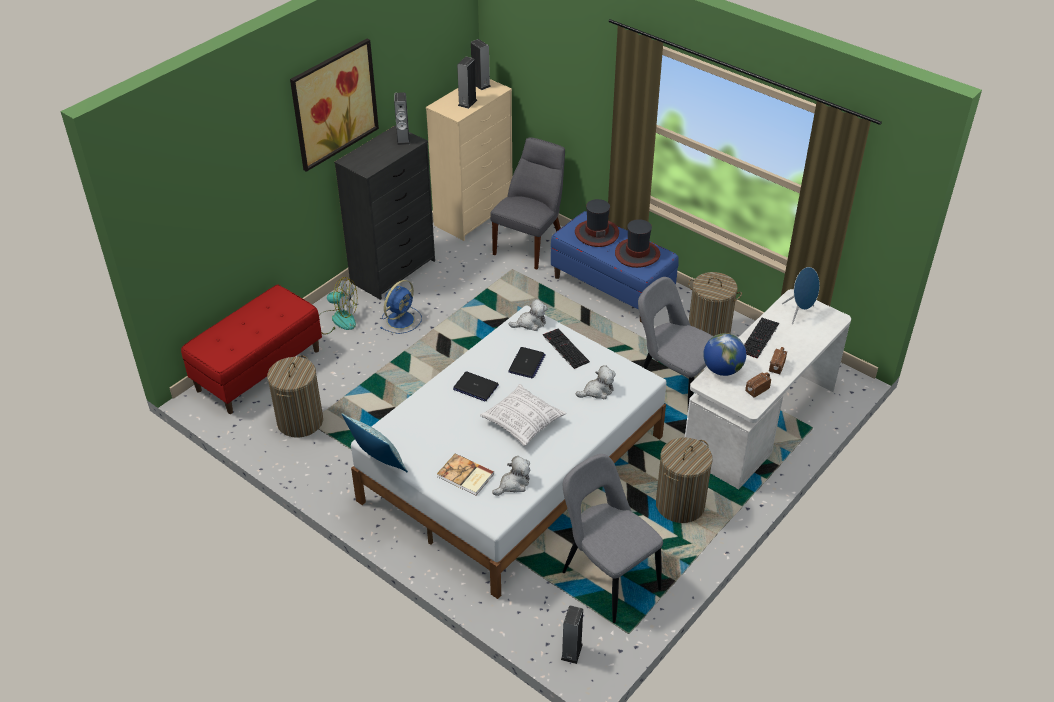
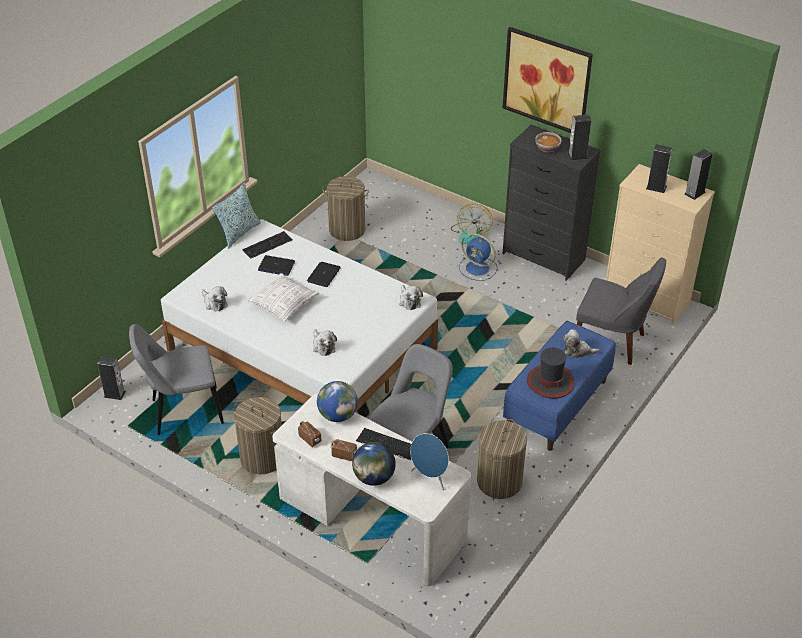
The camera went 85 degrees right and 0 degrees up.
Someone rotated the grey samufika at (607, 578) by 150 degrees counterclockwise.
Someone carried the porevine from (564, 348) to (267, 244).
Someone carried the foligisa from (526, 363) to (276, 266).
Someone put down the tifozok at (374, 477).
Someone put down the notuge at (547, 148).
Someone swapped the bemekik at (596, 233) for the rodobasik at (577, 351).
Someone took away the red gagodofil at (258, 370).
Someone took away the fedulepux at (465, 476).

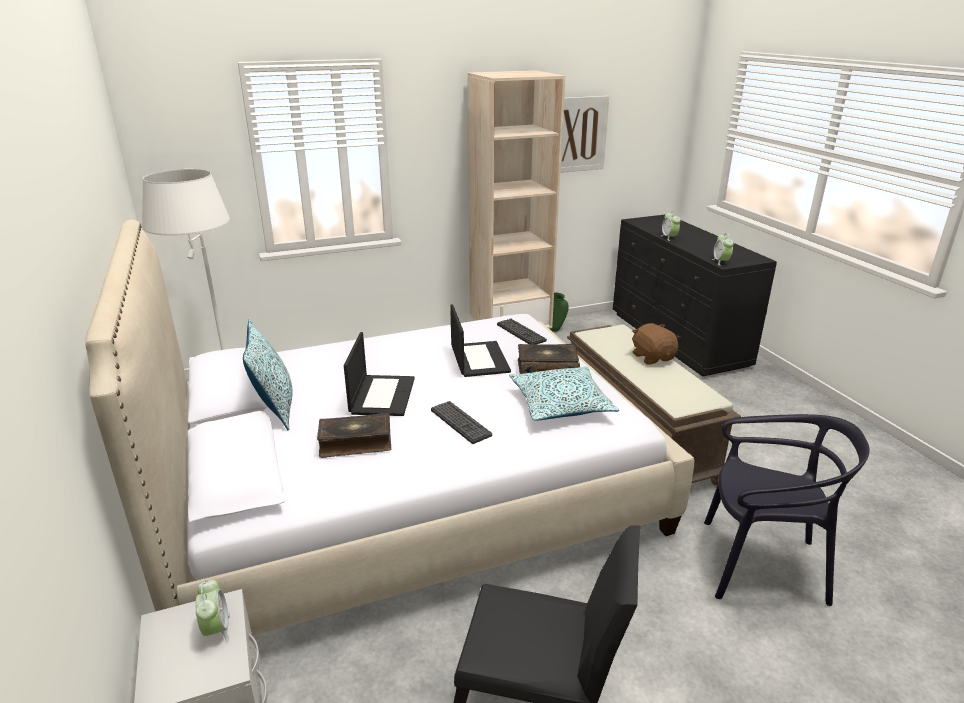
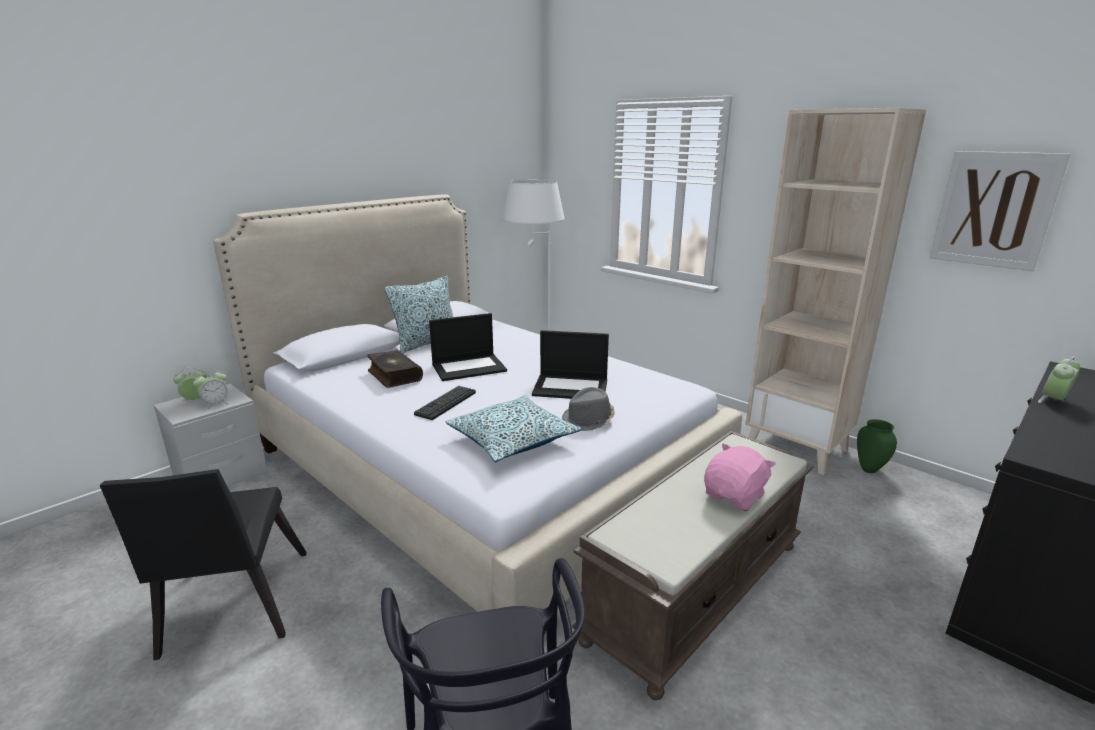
The camera went 65 degrees right and 5 degrees down.
Someone carried the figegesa from (721, 262) to (196, 400).
Someone rotated the foligisa at (478, 359) by 45 degrees clockwise.
Someone swapped the fedulepux at (547, 367) for the grey bemekik at (589, 420).
Someone repainted the brown rodobasik at (652, 357), which became the pink rodobasik at (735, 496).
Someone took away the porevine at (521, 332).

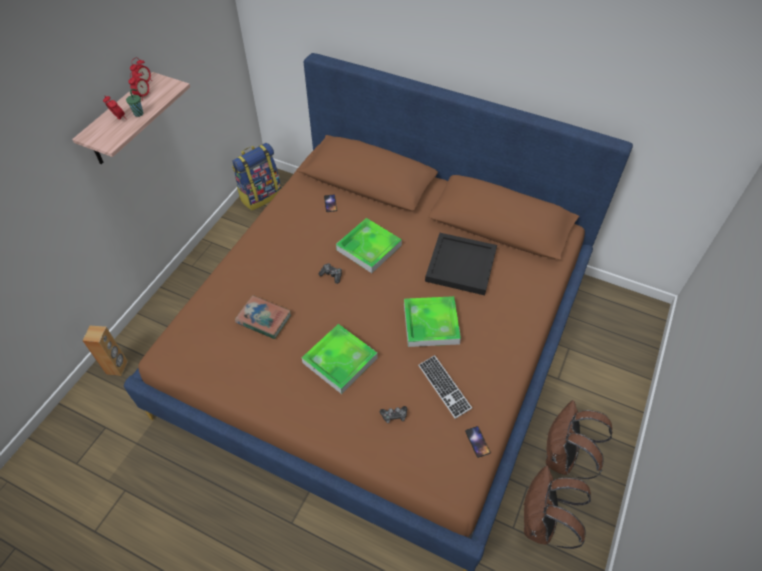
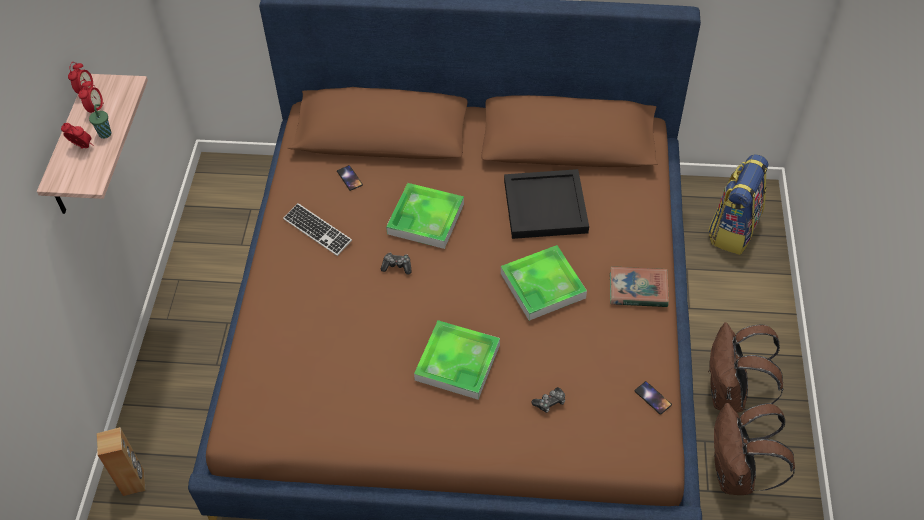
The camera went 20 degrees left and 0 degrees up.
Someone carried the porevine from (444, 387) to (317, 230).
Someone carried the fedulepux from (263, 319) to (638, 290).
Someone carried the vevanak from (261, 196) to (733, 230).

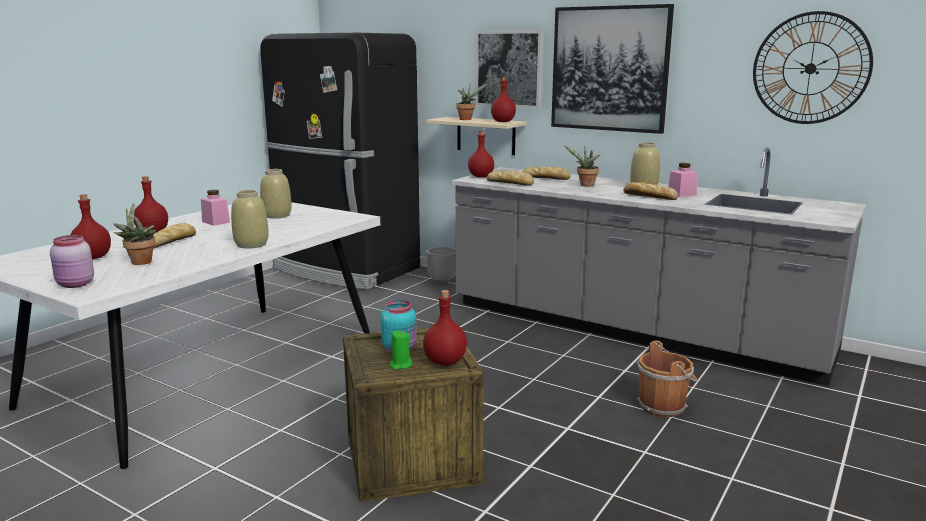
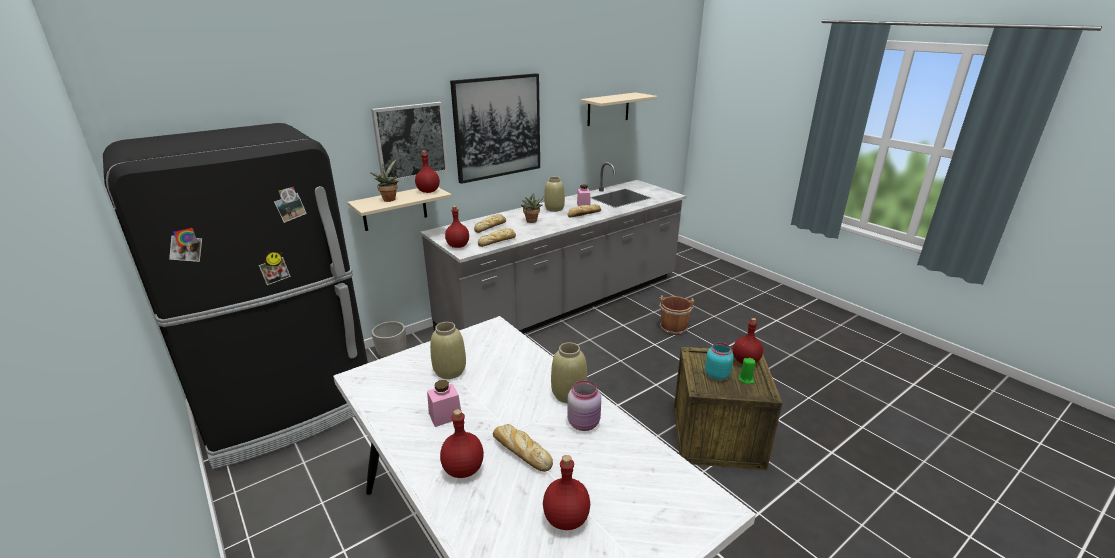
The camera went 70 degrees left and 10 degrees up.
Someone carried the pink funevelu from (75, 284) to (584, 423).
Someone swapped the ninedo at (810, 68) for the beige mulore at (608, 109).
Someone took away the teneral at (140, 262).

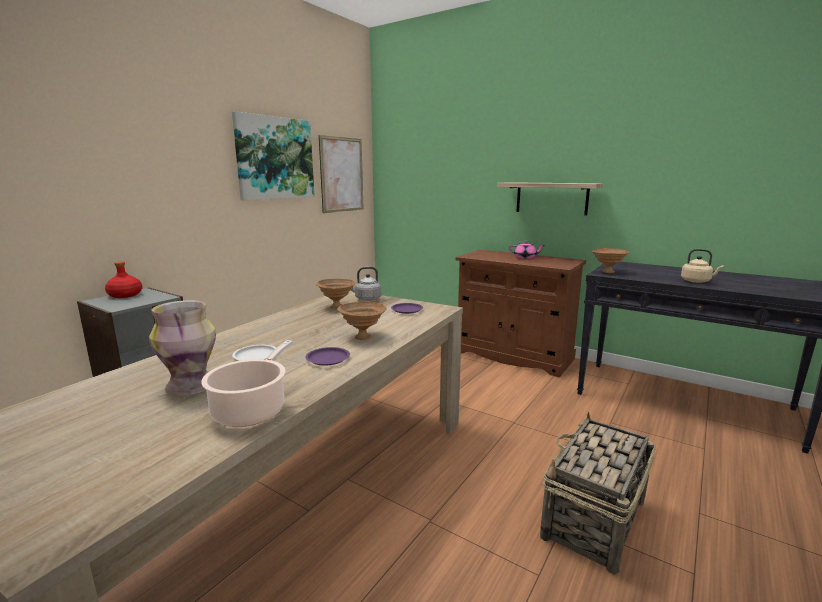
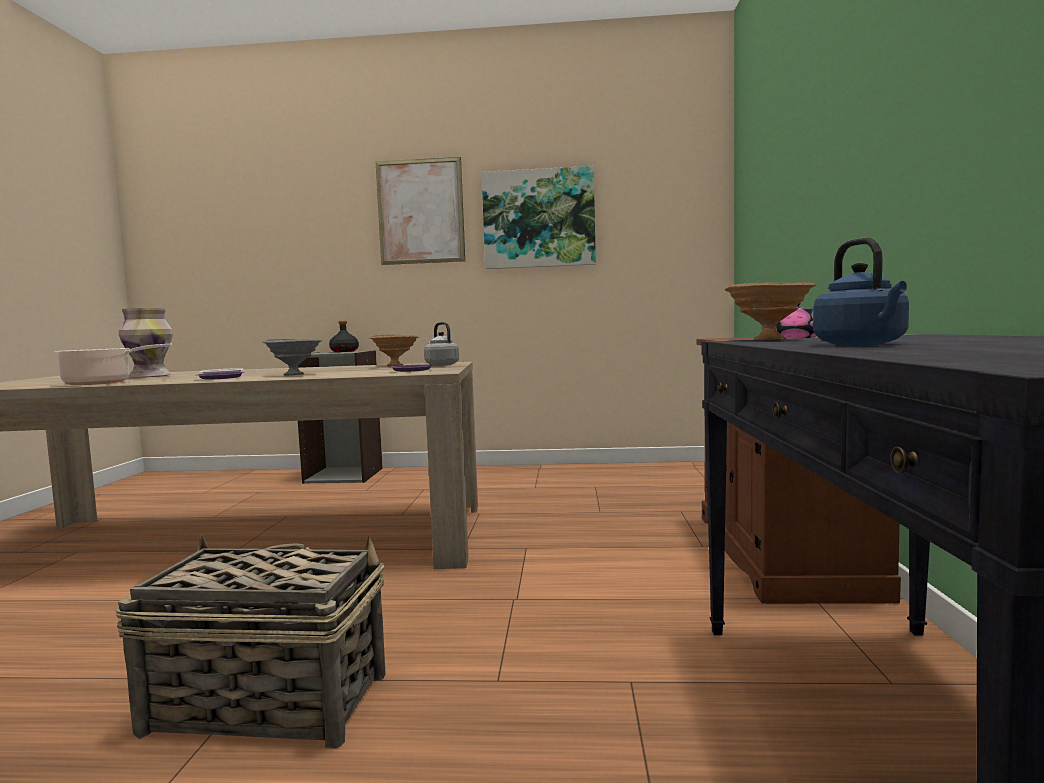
The camera went 60 degrees right and 10 degrees down.
Someone repainted the brown notuge at (362, 336), which became the grey notuge at (295, 375).
Someone repainted the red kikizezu at (125, 295), which became the black kikizezu at (344, 351).
Someone carried the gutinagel from (342, 175) to (420, 211).
Someone repainted the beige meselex at (697, 281), which became the blue meselex at (862, 344).
Someone took away the mulore at (551, 198).

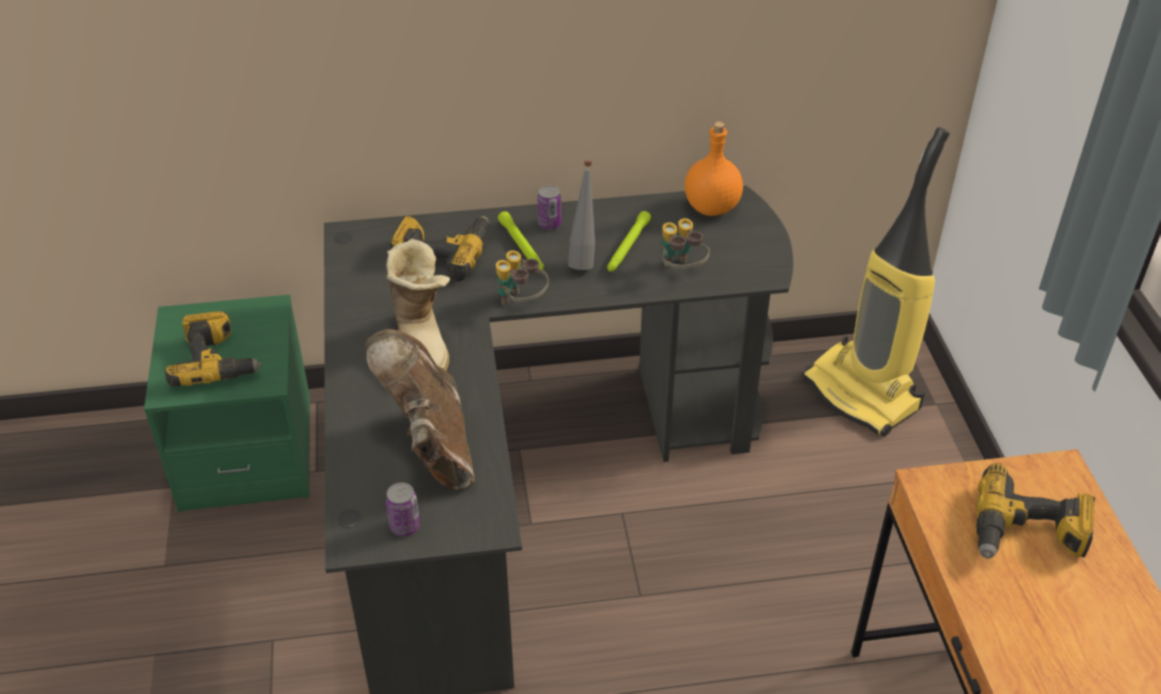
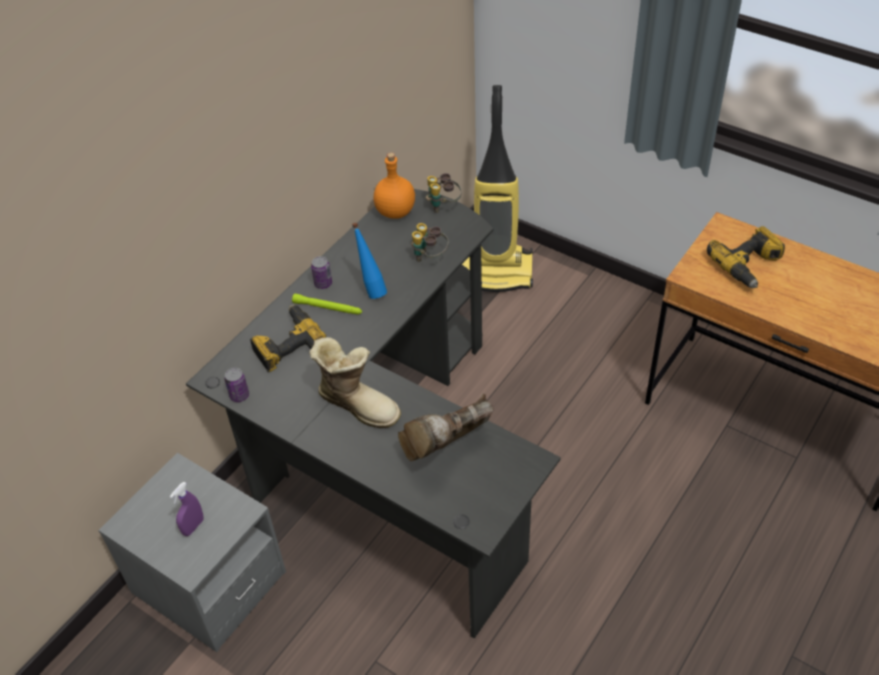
The camera went 45 degrees left and 5 degrees up.
Someone repainted the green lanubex at (247, 453), which became the grey lanubex at (209, 583).
Someone swapped the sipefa at (217, 361) for the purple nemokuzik at (193, 526).
Someone carried the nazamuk from (405, 526) to (239, 395).
Someone repainted the grey kikizezu at (583, 259), which became the blue kikizezu at (371, 290).
Someone rotated the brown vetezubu at (431, 446) by 60 degrees counterclockwise.
Someone carried the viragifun from (521, 303) to (443, 205).
Someone took away the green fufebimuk at (627, 247).

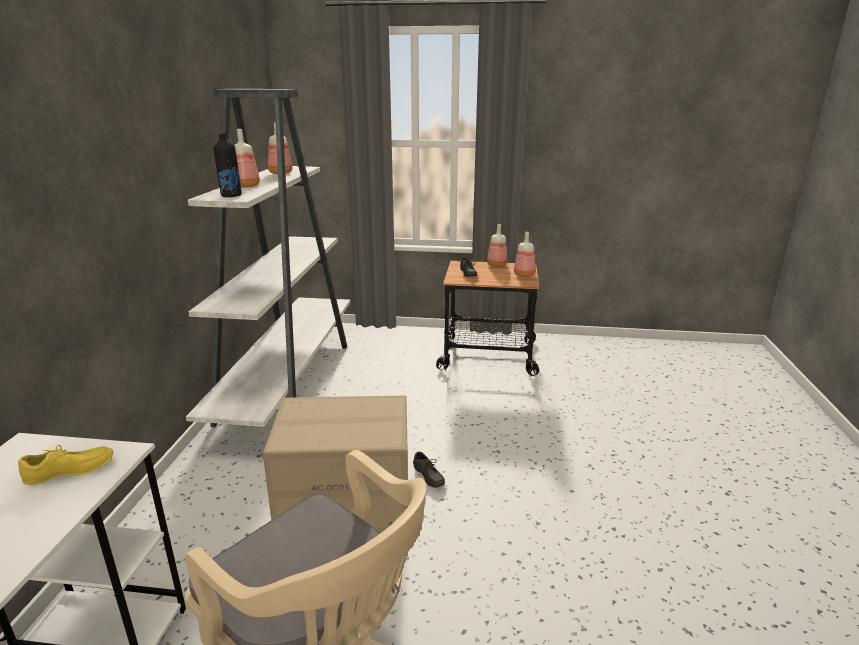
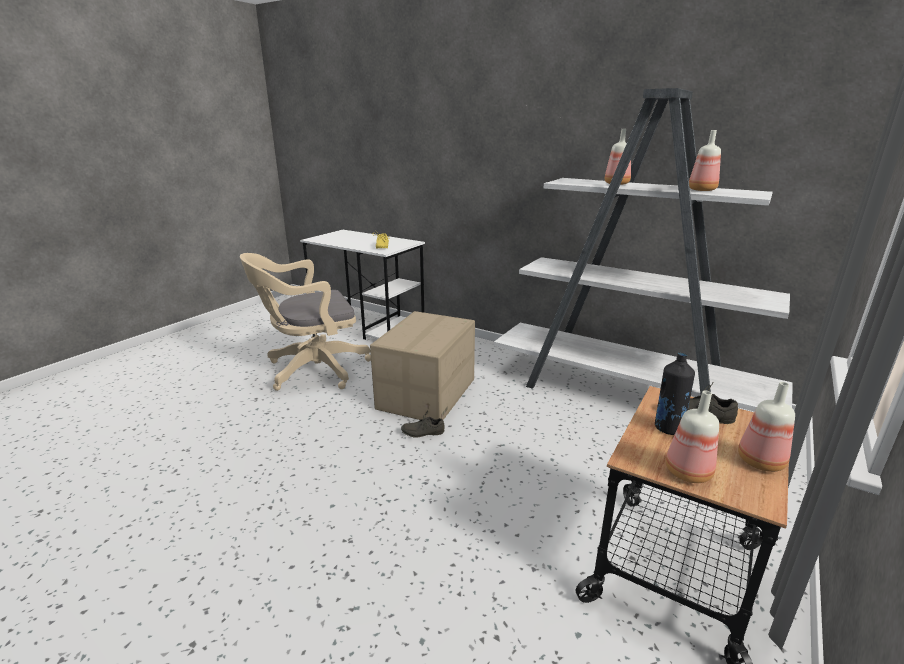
The camera went 115 degrees right and 0 degrees up.
Someone carried the black kikizezu from (231, 195) to (668, 428).

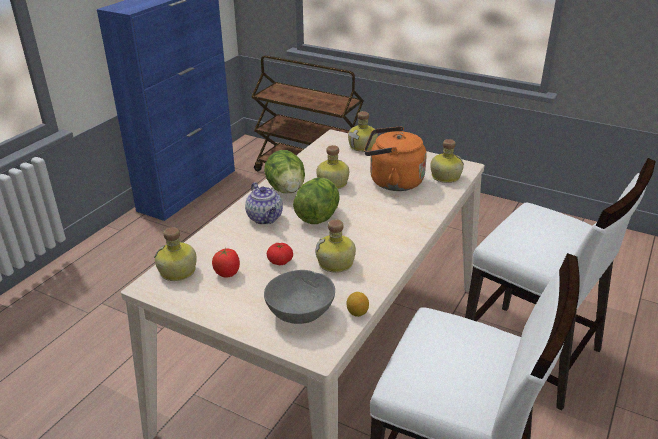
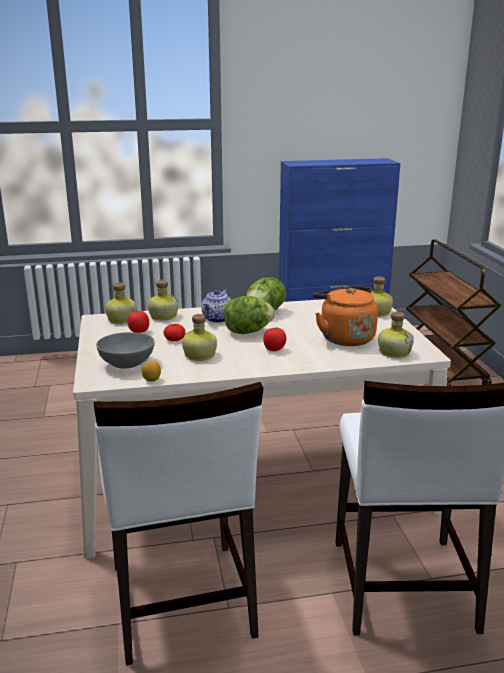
The camera went 50 degrees right and 10 degrees down.
Someone carried the kikizezu from (332, 183) to (162, 316).
Someone put down the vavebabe at (274, 349).

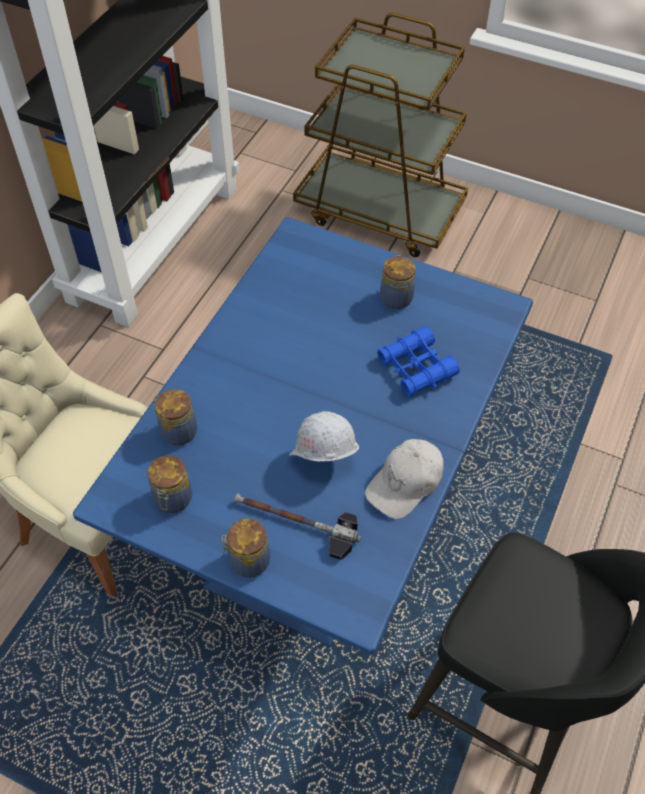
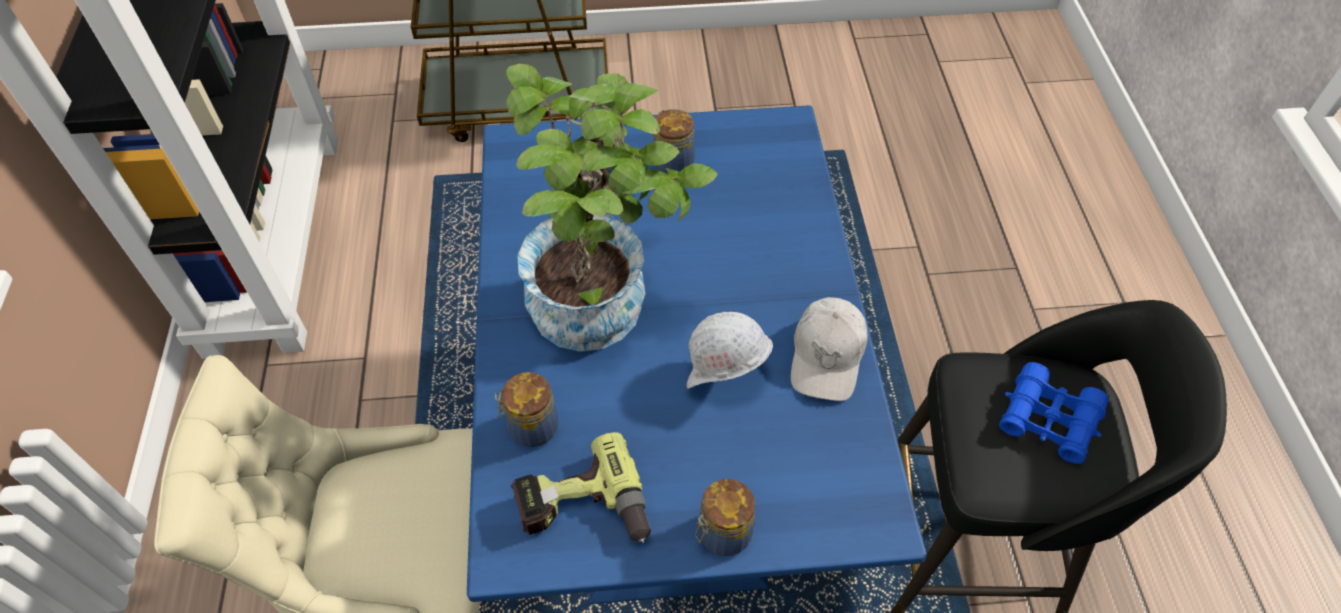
The camera went 30 degrees left and 0 degrees up.
Someone put down the teneral at (605, 303).
Someone swapped the funevelu at (172, 500) for the sipefa at (583, 511).
Someone carried the blue viragifun from (416, 368) to (1048, 420).
Someone took away the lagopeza at (295, 523).

